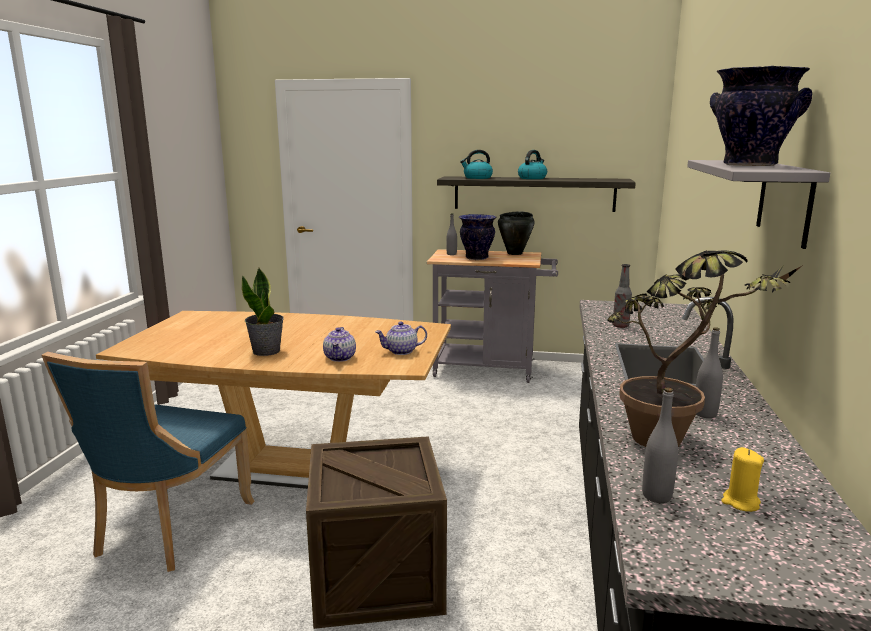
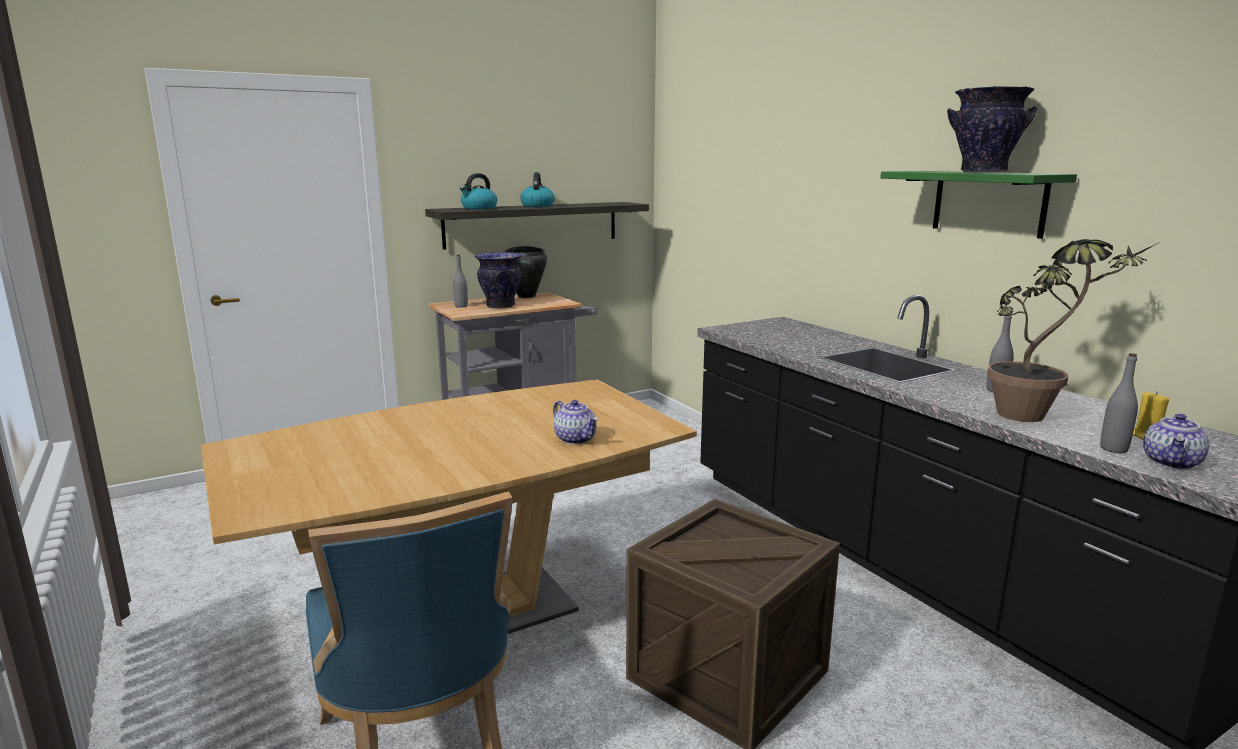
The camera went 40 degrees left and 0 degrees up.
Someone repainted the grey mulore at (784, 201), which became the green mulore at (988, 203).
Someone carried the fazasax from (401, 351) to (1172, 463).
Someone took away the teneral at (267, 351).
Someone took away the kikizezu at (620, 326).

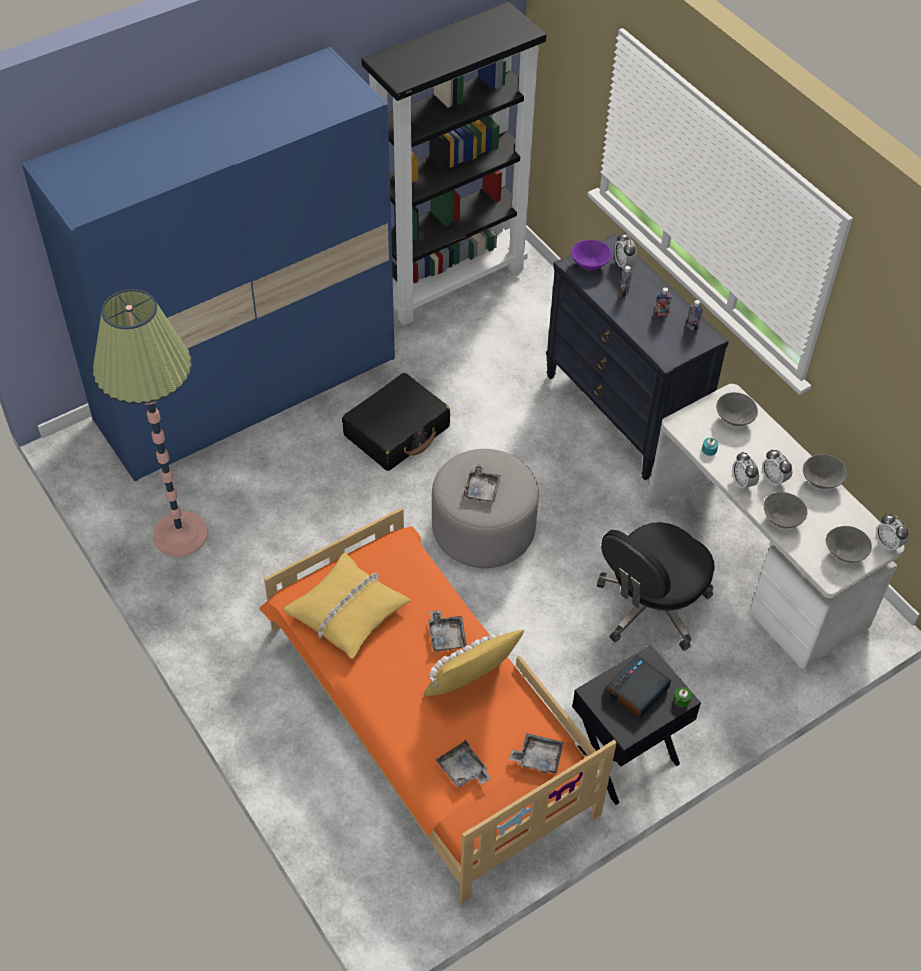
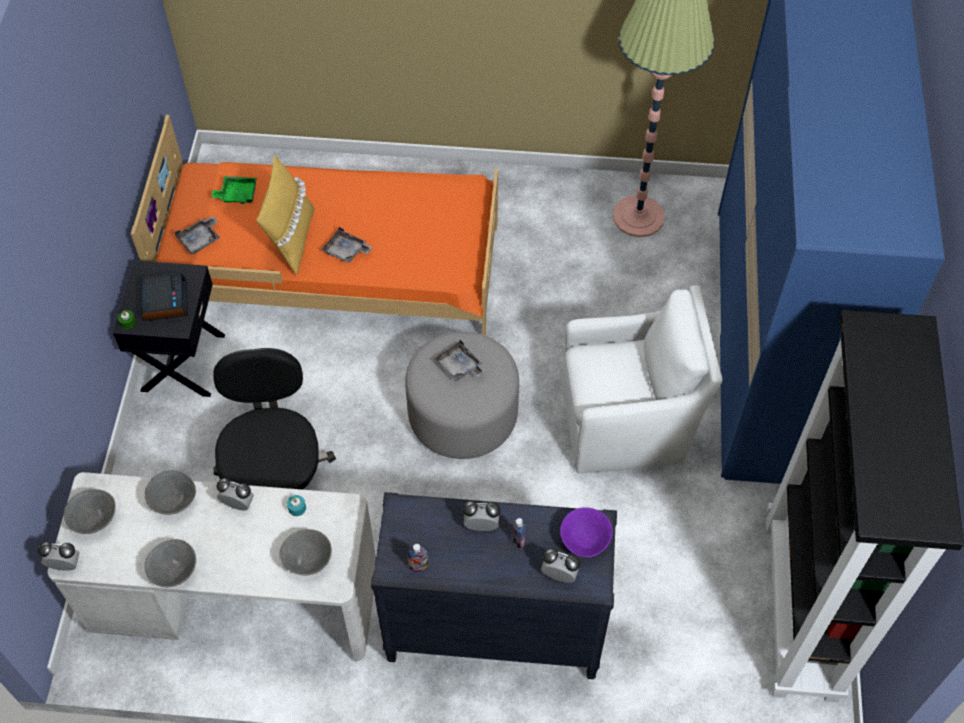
The camera went 130 degrees right and 5 degrees up.
Someone repainted the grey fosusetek at (463, 770), which became the green fosusetek at (237, 194).
Someone carried the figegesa from (774, 479) to (481, 525).
Someone swapped the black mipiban at (397, 431) for the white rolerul at (627, 424).
Someone took away the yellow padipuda at (348, 611).
Someone took away the kikizezu at (661, 314).

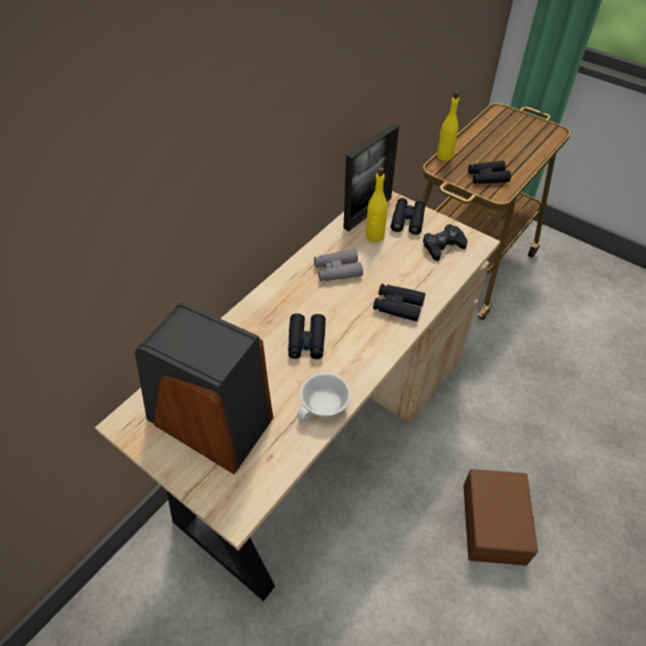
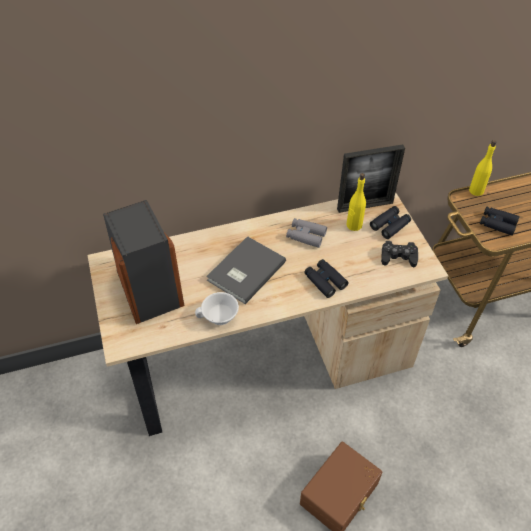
The camera went 35 degrees right and 0 degrees up.
Someone swapped the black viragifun at (306, 341) for the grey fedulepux at (244, 271).

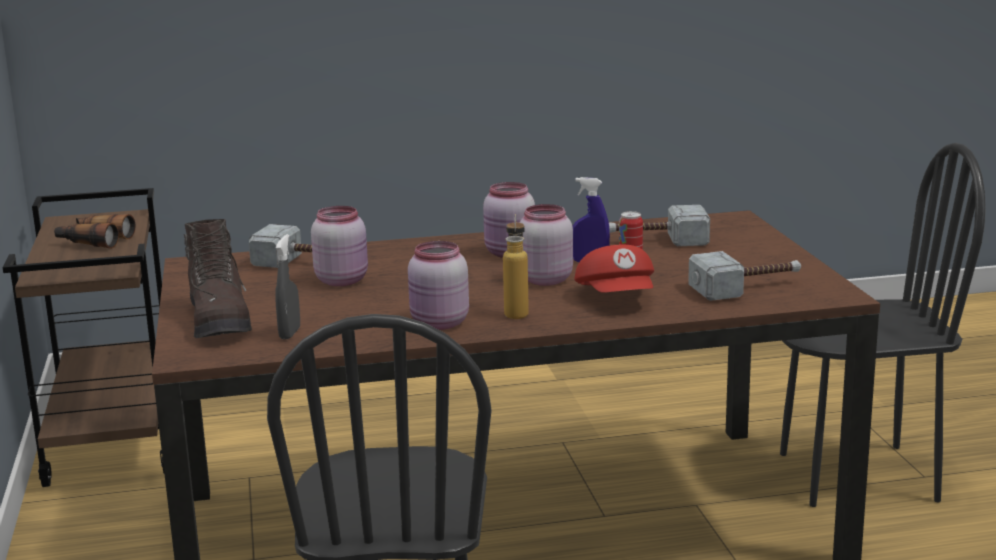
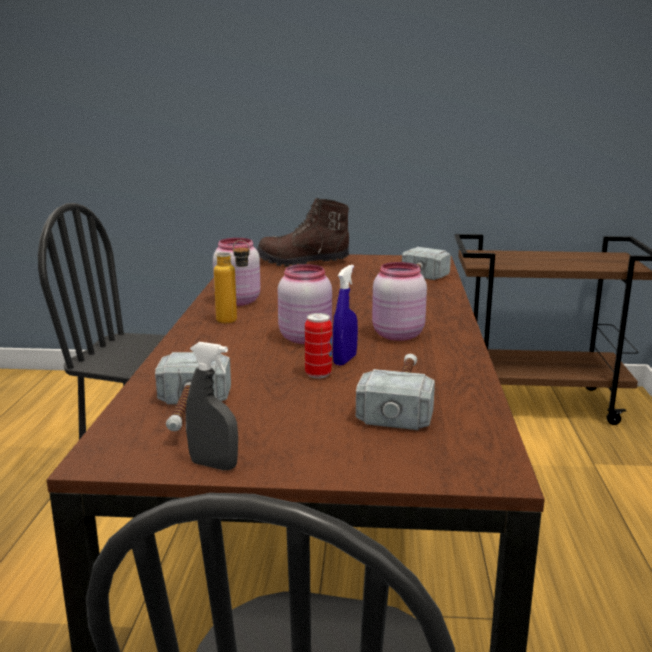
The camera went 105 degrees right and 0 degrees up.
Someone carried the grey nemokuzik from (289, 333) to (213, 465).
Someone took away the viragifun at (94, 241).
Someone took away the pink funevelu at (342, 280).
Someone took away the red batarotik at (617, 298).

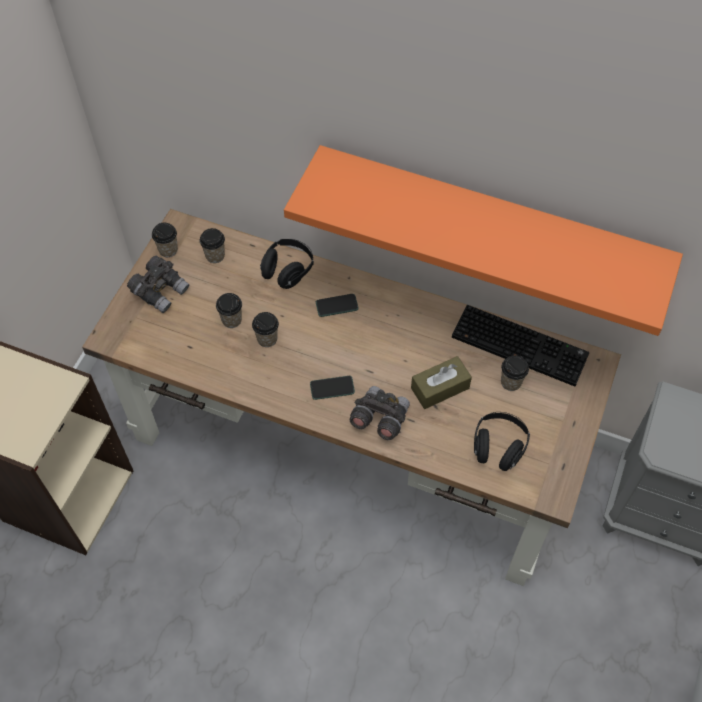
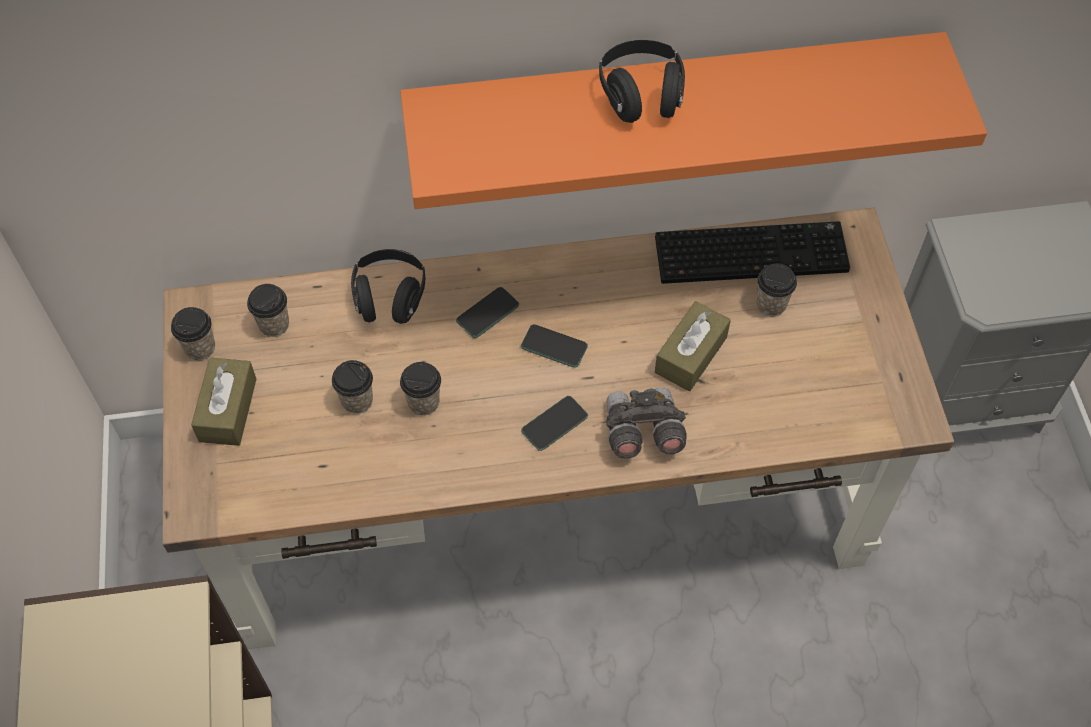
The camera went 30 degrees left and 0 degrees up.
Someone swapped the grey viragifun at (160, 291) for the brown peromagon at (228, 410).
Someone put down the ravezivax at (554, 347).
Someone carried the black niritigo from (498, 447) to (641, 96).

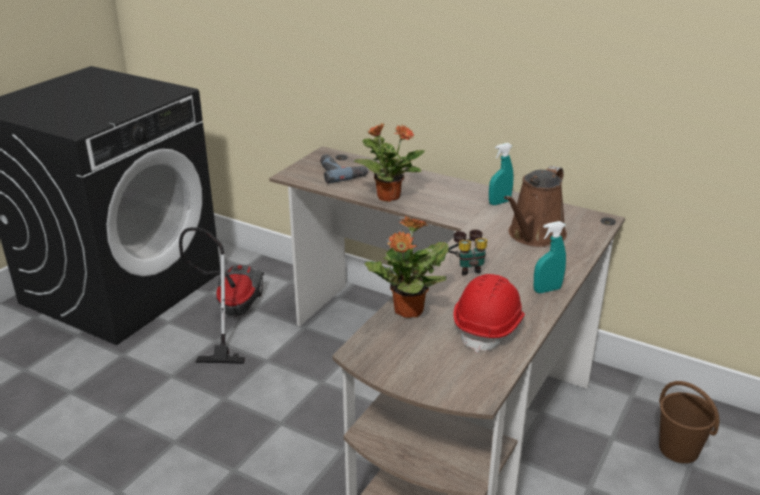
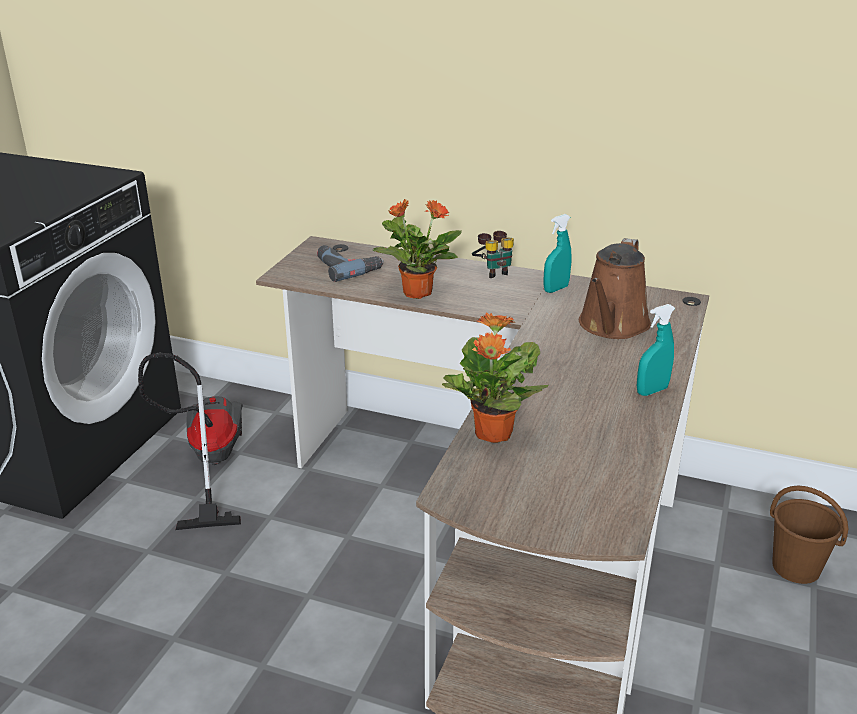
The camera went 10 degrees left and 0 degrees up.
Someone carried the viragifun from (467, 268) to (493, 271).
Someone took away the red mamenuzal at (489, 327).

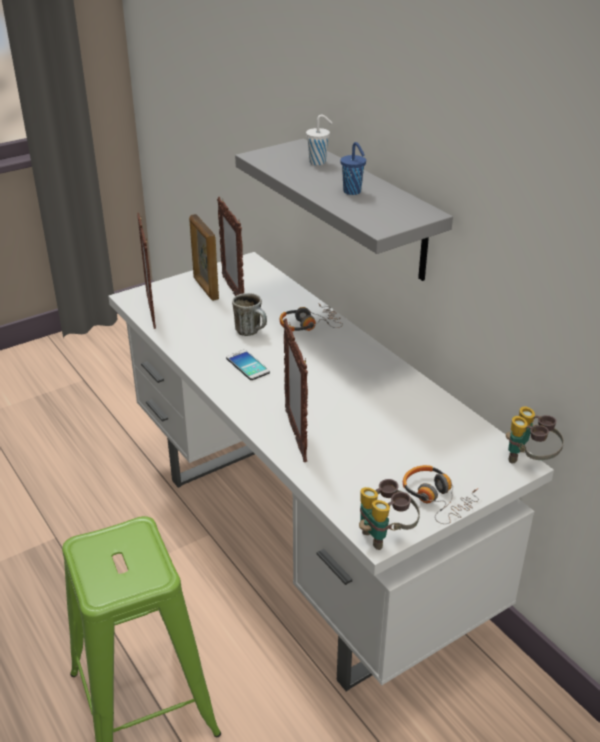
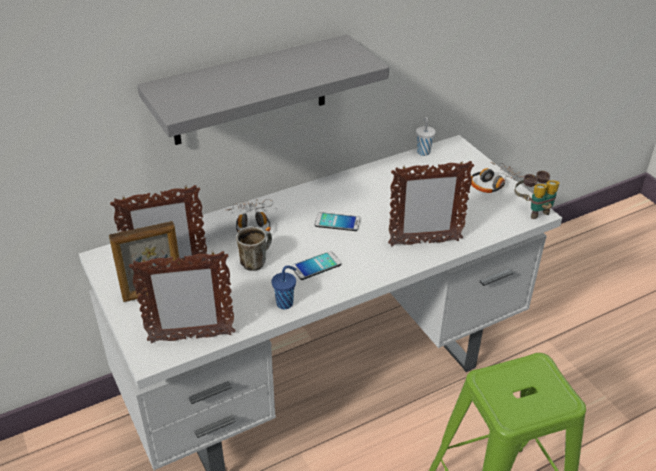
The camera went 85 degrees left and 5 degrees up.
Someone carried the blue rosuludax from (353, 192) to (285, 303).
Someone put down the ravezivax at (337, 222).
Someone carried the white rosuludax from (318, 162) to (423, 152).
Someone took away the viragifun at (529, 461).

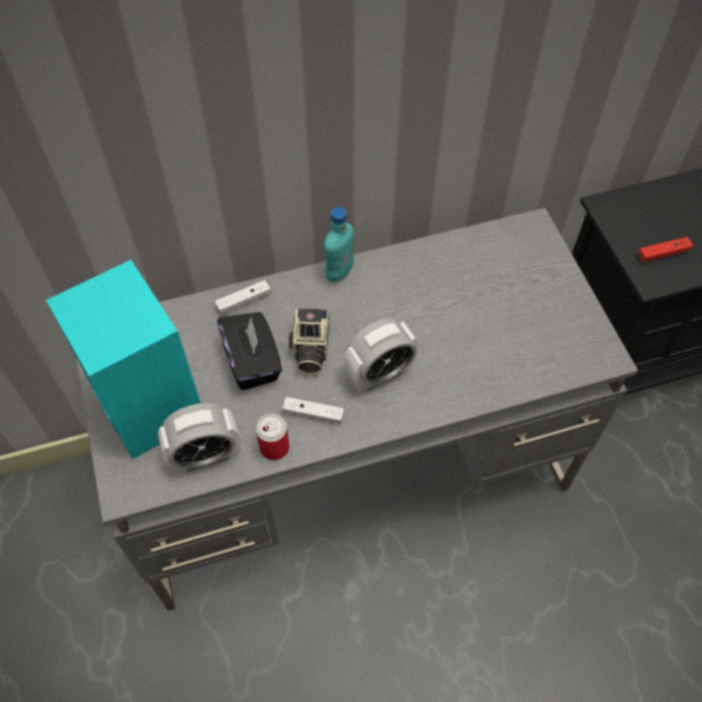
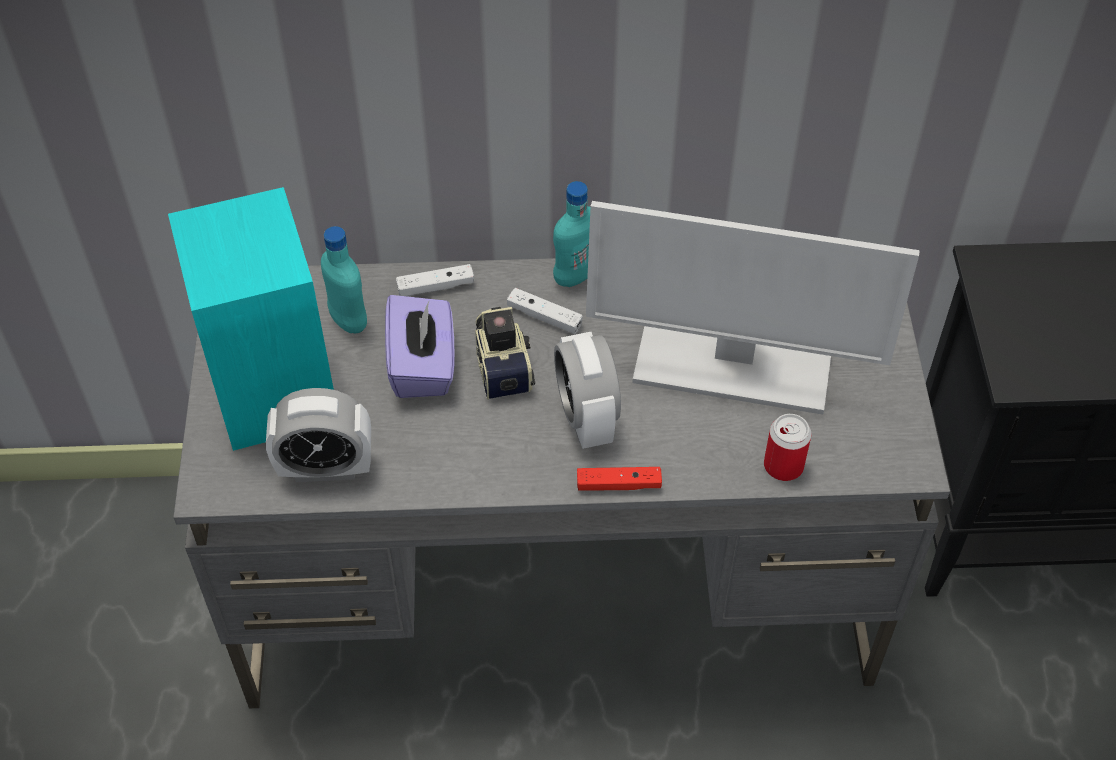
The camera went 15 degrees right and 5 degrees down.
Someone put down the turquoise kikizezu at (348, 320).
Someone repainted the black peromagon at (252, 362), which became the purple peromagon at (423, 366).
Someone rotated the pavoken at (310, 349) by 150 degrees clockwise.
Someone carried the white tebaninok from (313, 414) to (544, 317).
Someone rotated the figegesa at (379, 374) by 90 degrees clockwise.
Someone carried the red tebaninok from (663, 253) to (618, 484).
Someone put down the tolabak at (731, 363).
Someone carried the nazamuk from (274, 447) to (783, 465).

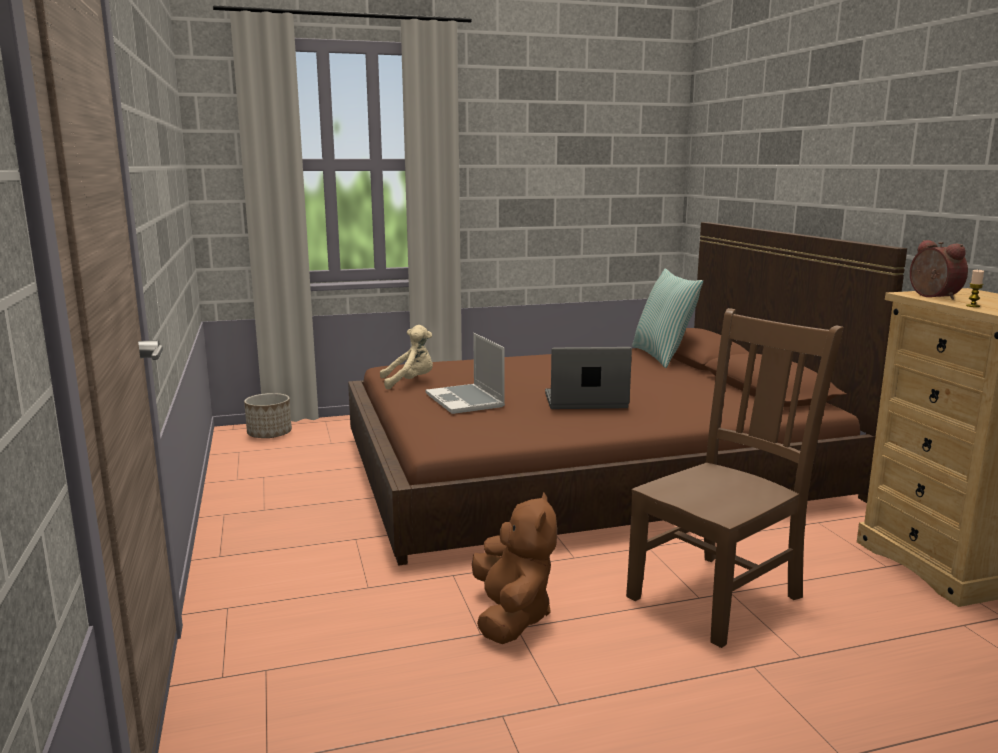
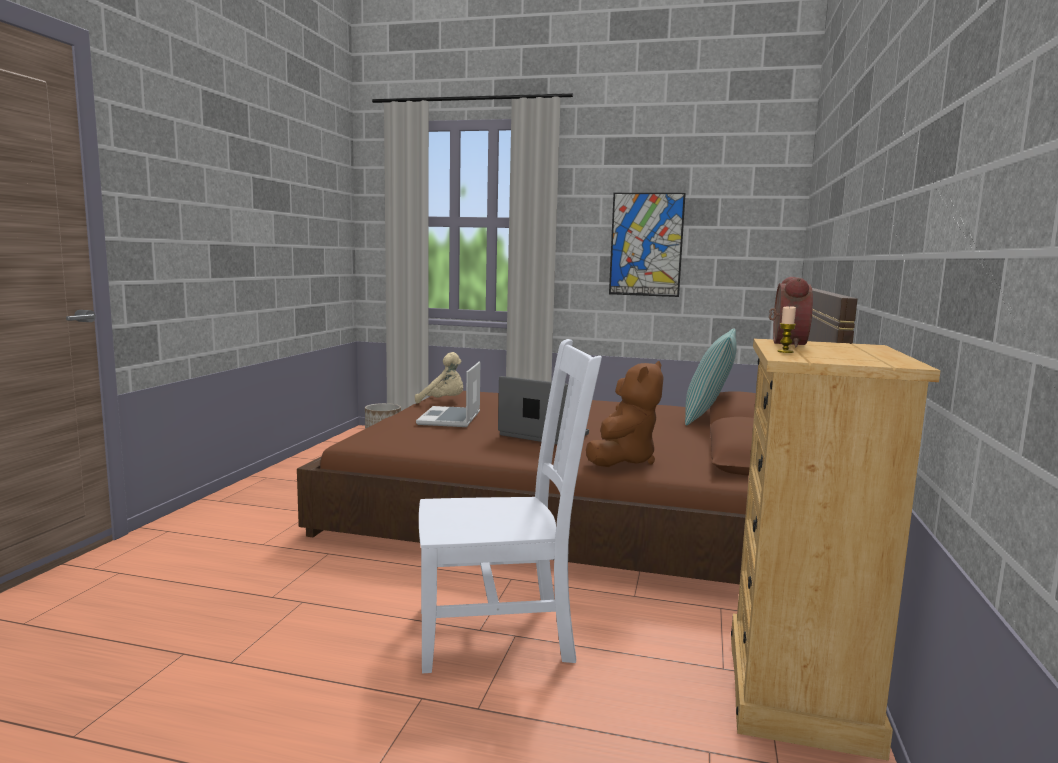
The camera went 30 degrees right and 5 degrees down.
Someone repainted the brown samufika at (719, 595), which became the white samufika at (500, 634).
Someone carried the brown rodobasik from (511, 616) to (622, 460).
Someone put up the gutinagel at (646, 244).

